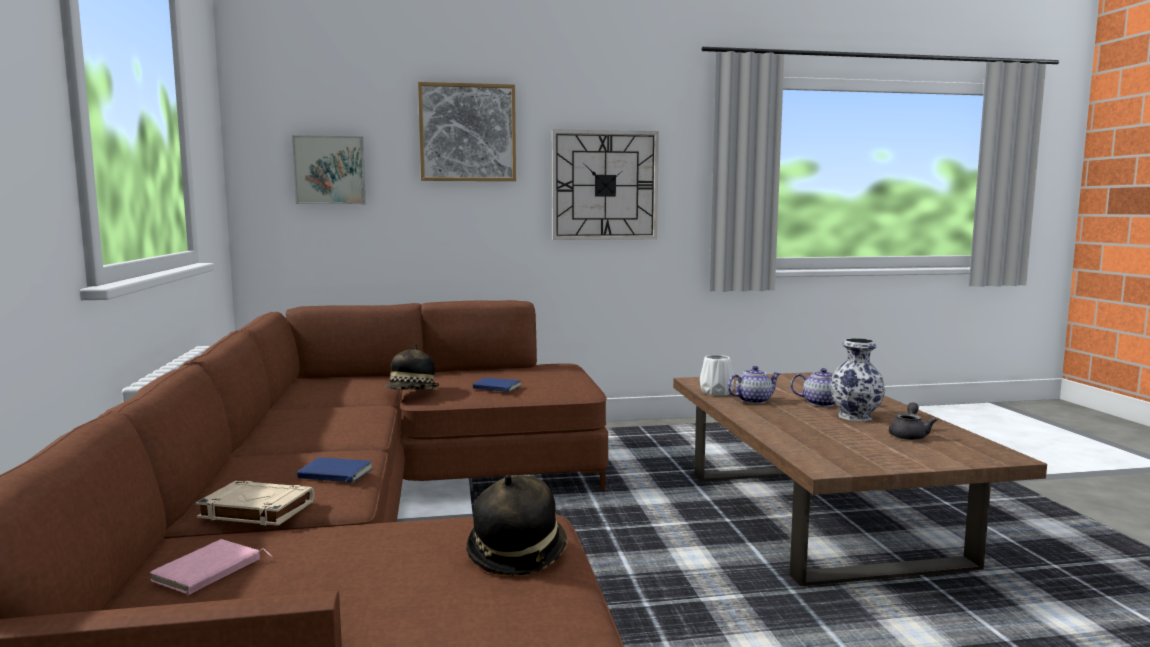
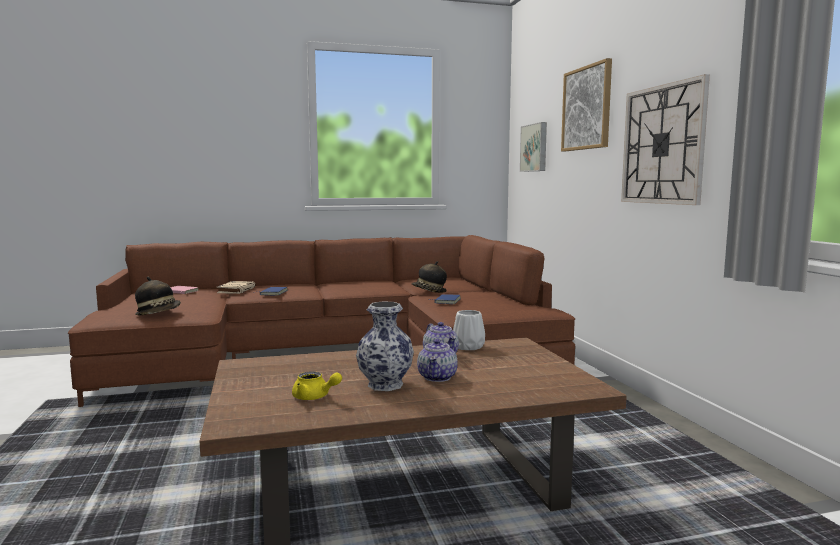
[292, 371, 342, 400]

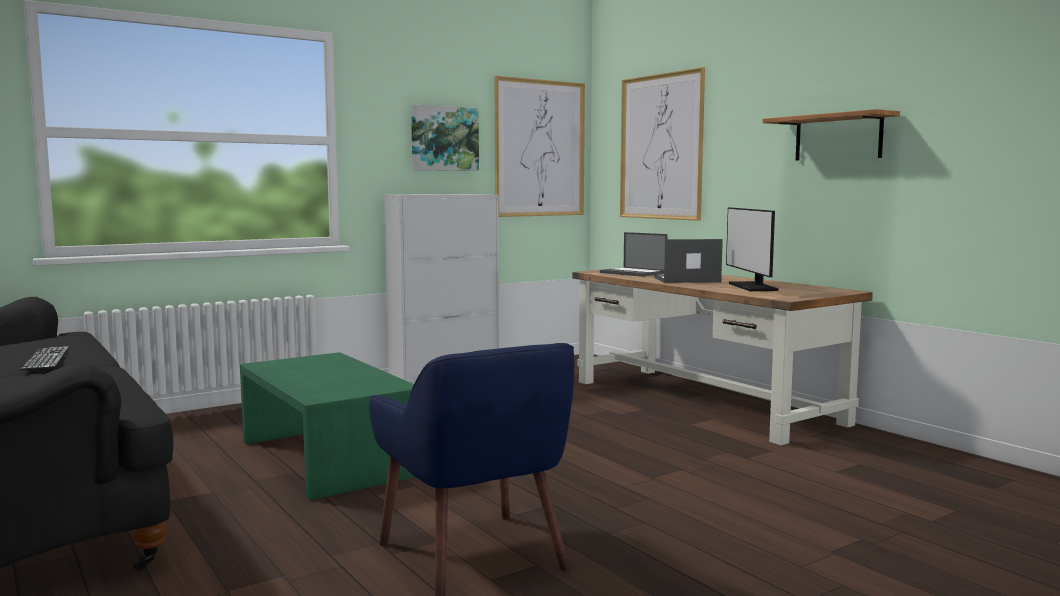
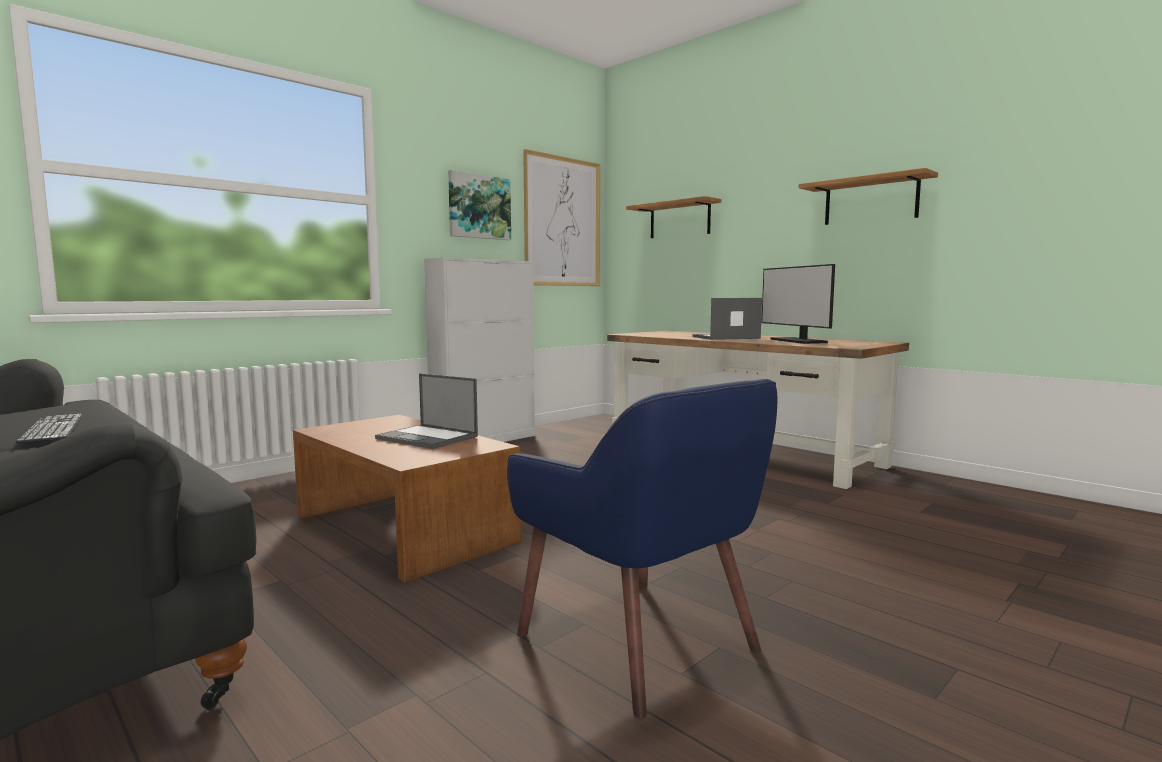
[293, 415, 521, 582]
[375, 373, 478, 449]
[626, 196, 721, 238]

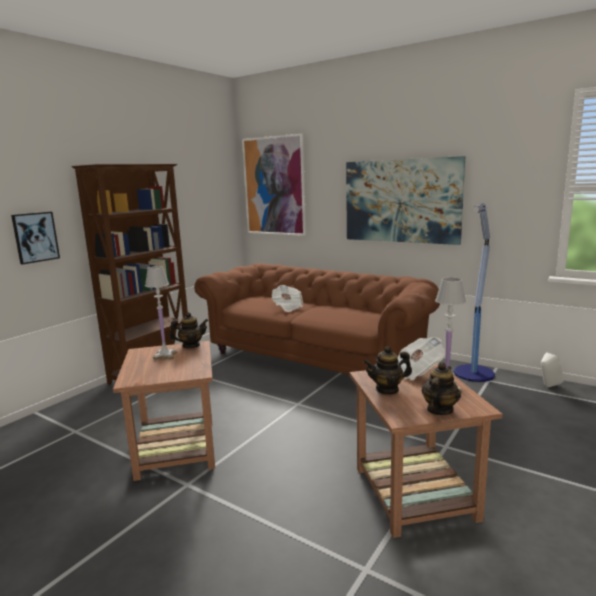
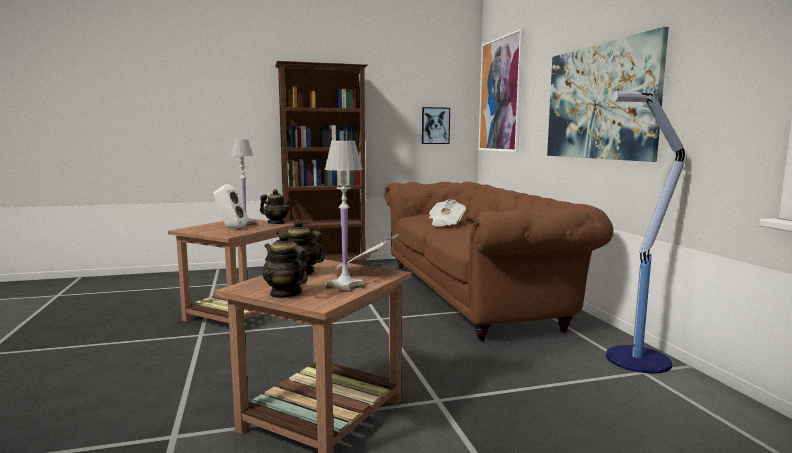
[422, 107, 450, 144]
[263, 232, 308, 298]
[213, 184, 247, 229]

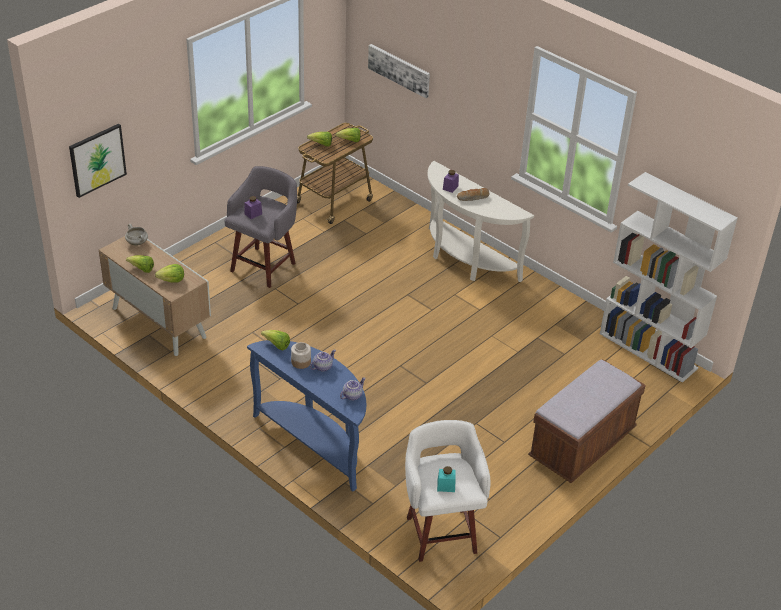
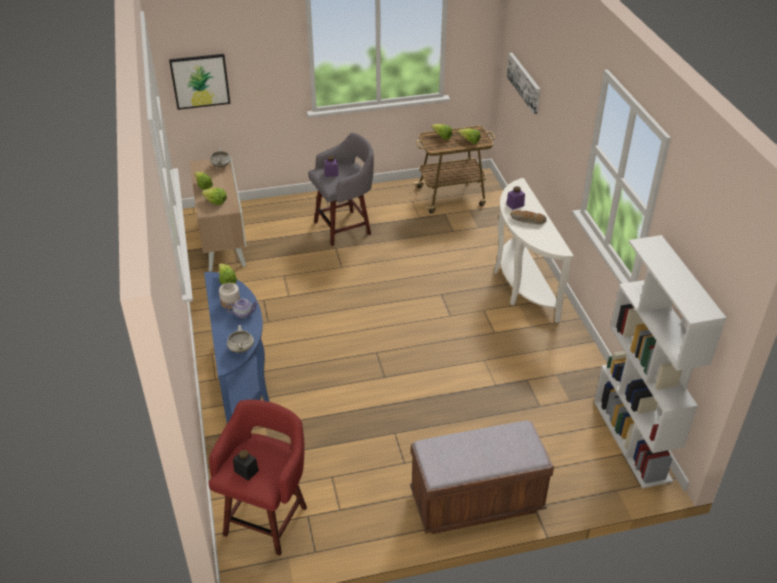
[227, 325, 254, 353]
[208, 400, 307, 556]
[233, 450, 259, 481]

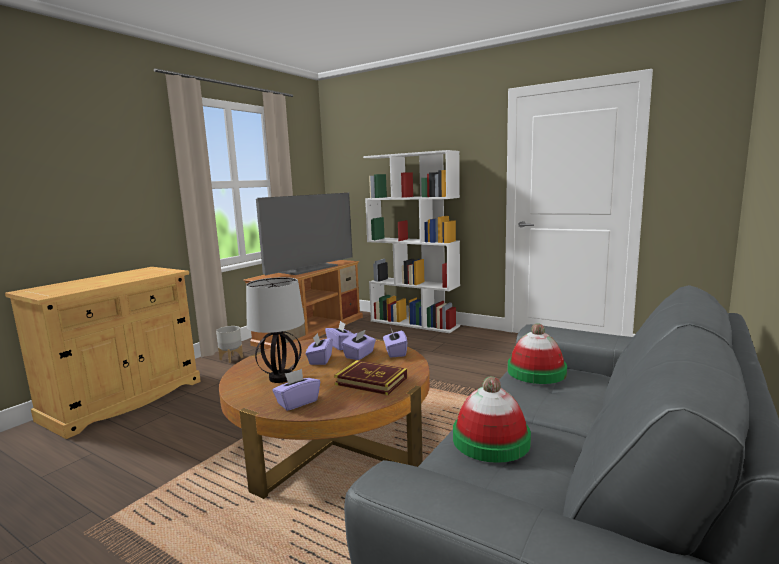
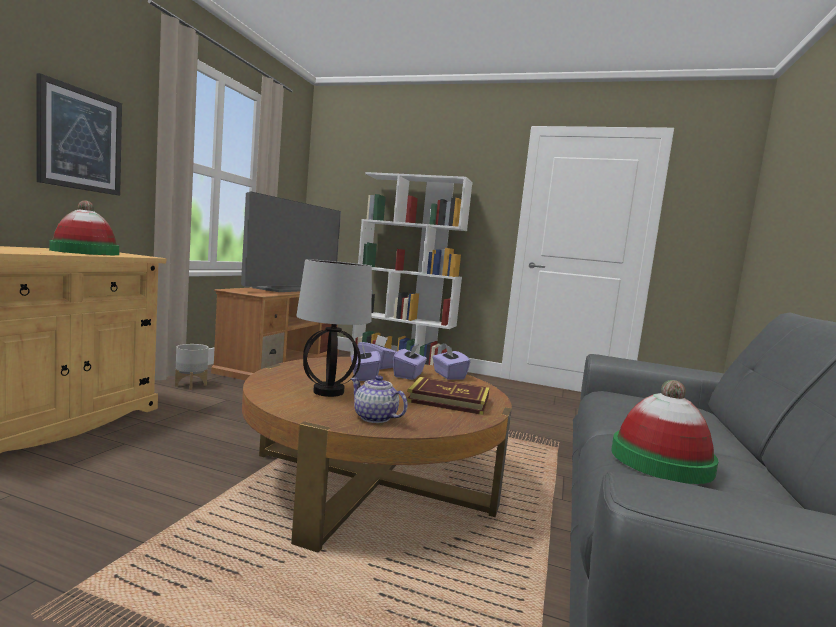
[351, 375, 408, 423]
[49, 201, 119, 255]
[37, 73, 122, 196]

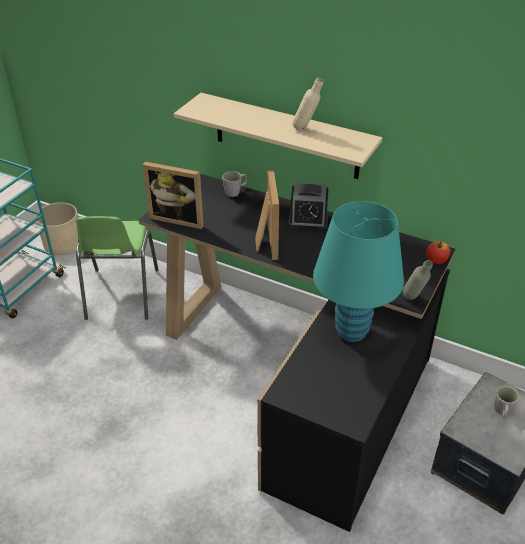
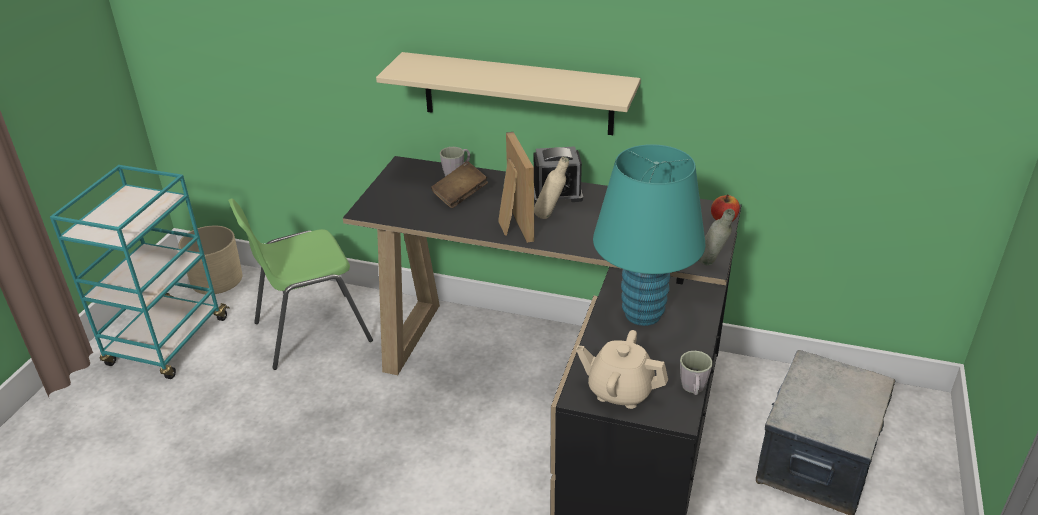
[228, 198, 373, 370]
[143, 162, 204, 229] (first image)
[534, 157, 569, 219]
[680, 351, 713, 395]
[431, 161, 488, 208]
[576, 330, 668, 409]

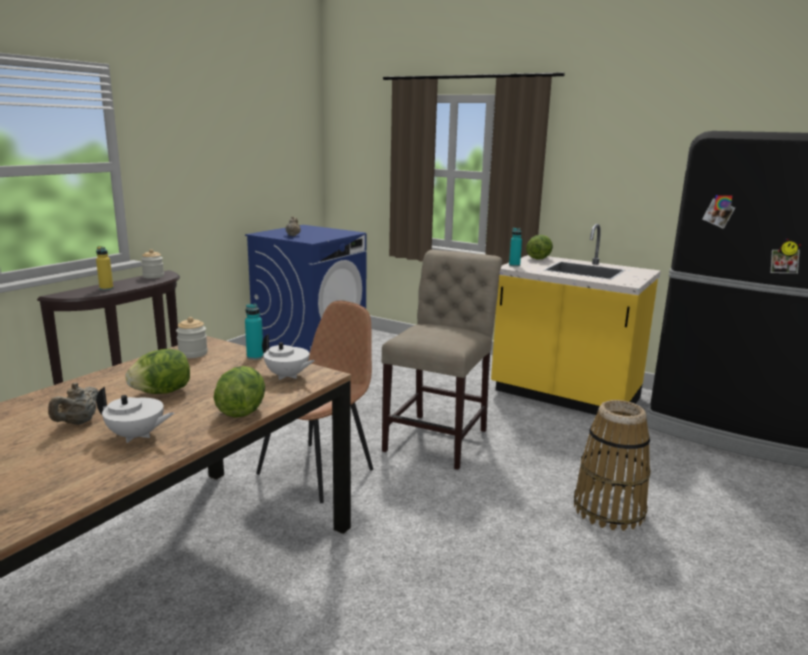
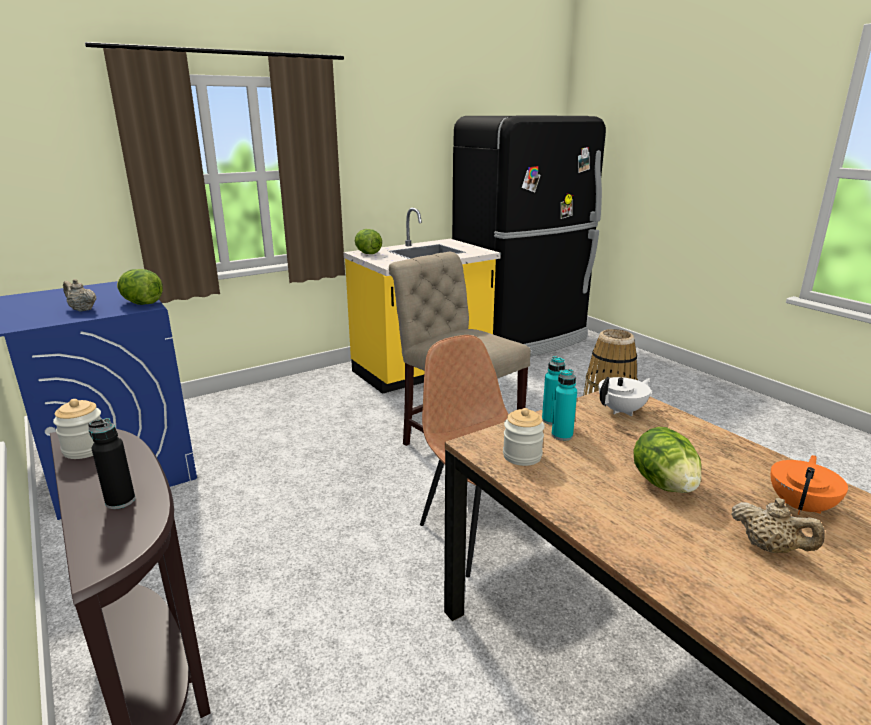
[88, 418, 135, 509]
[770, 455, 848, 515]
[117, 269, 163, 305]
[552, 369, 577, 441]

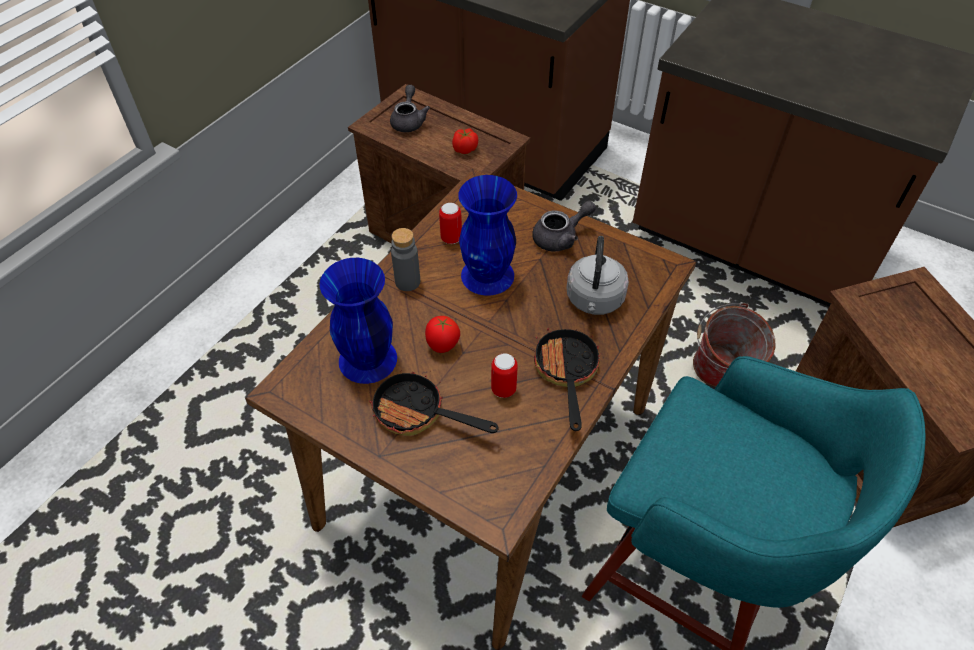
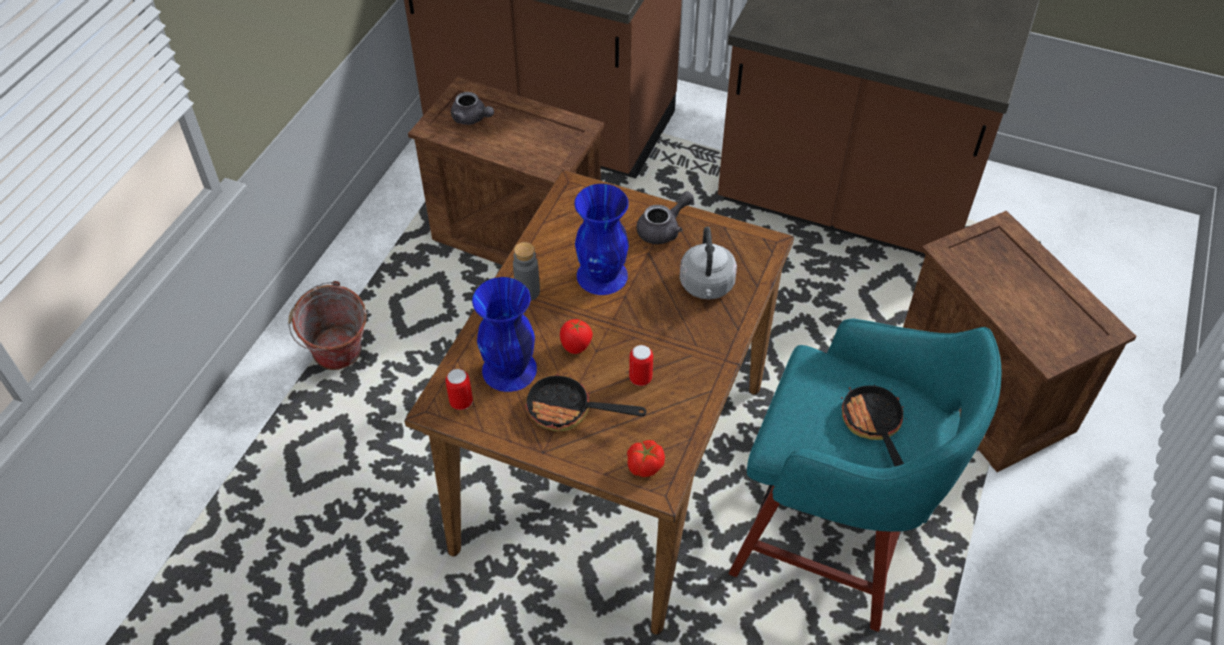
[451, 92, 494, 125]
[445, 369, 473, 410]
[627, 440, 665, 477]
[841, 385, 907, 466]
[288, 281, 367, 370]

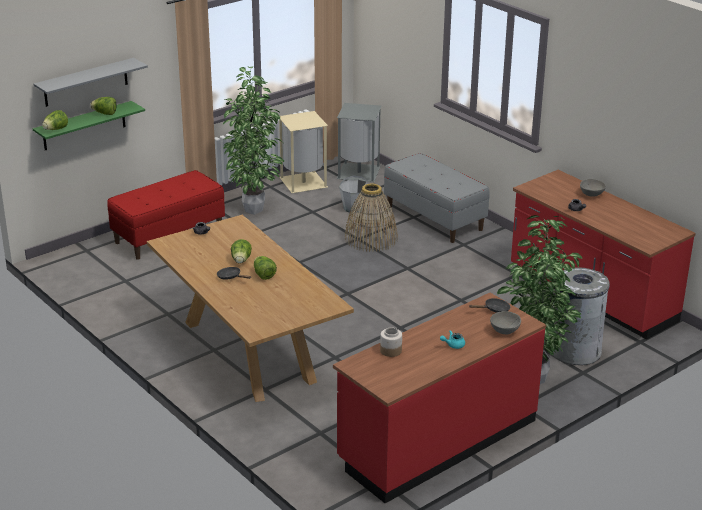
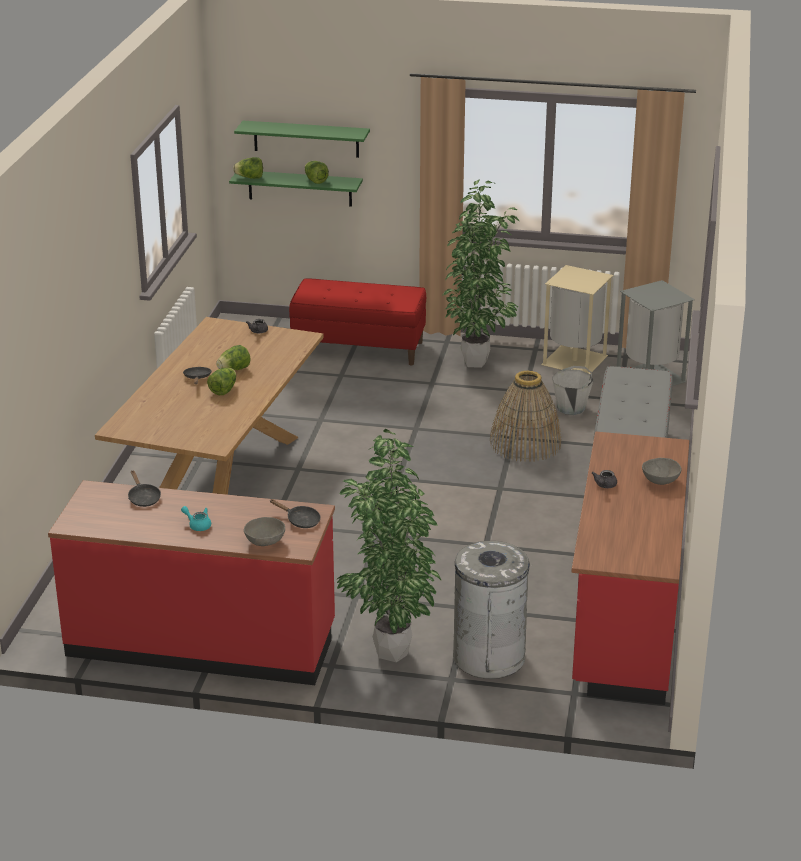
[234, 121, 370, 158]
[128, 470, 161, 507]

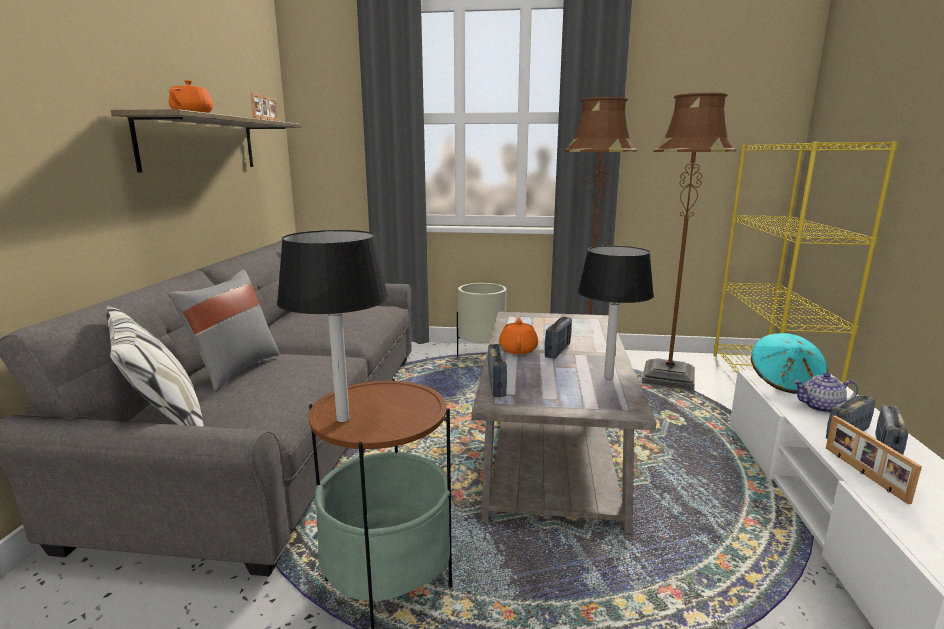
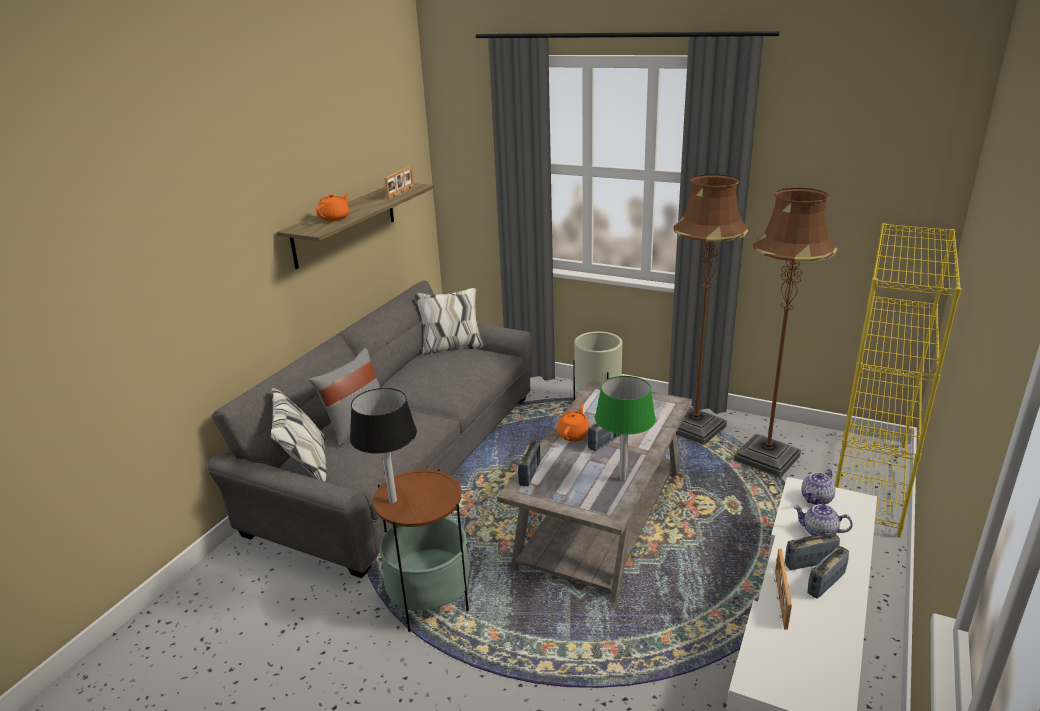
[595, 376, 656, 481]
[801, 469, 836, 505]

